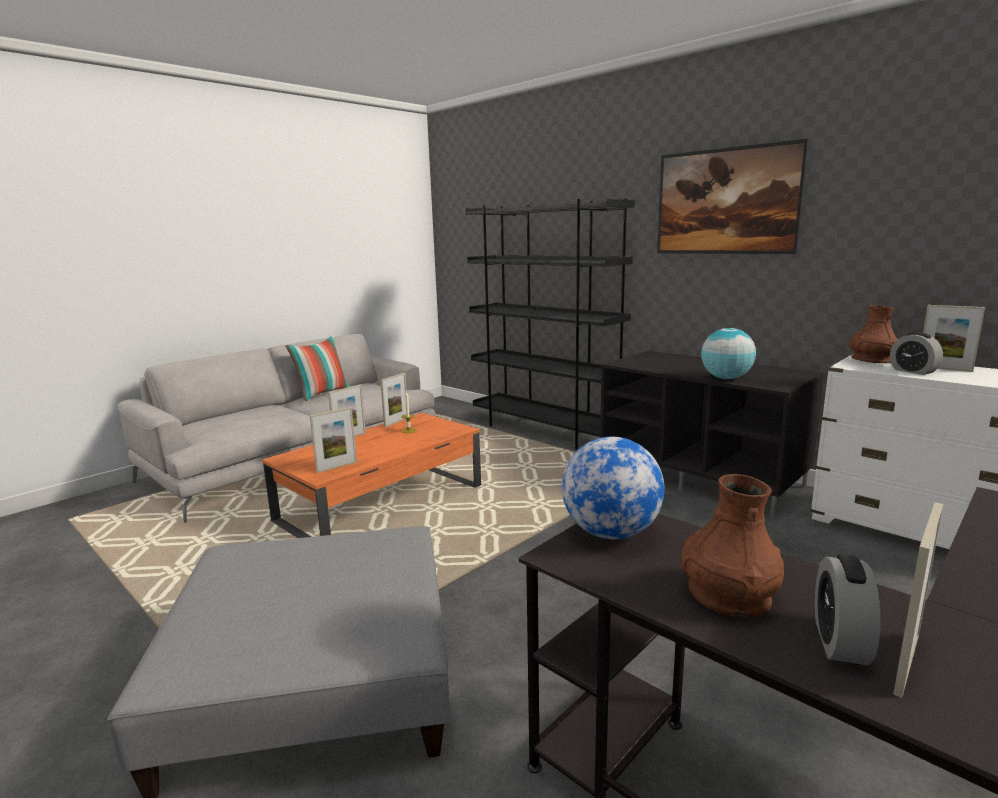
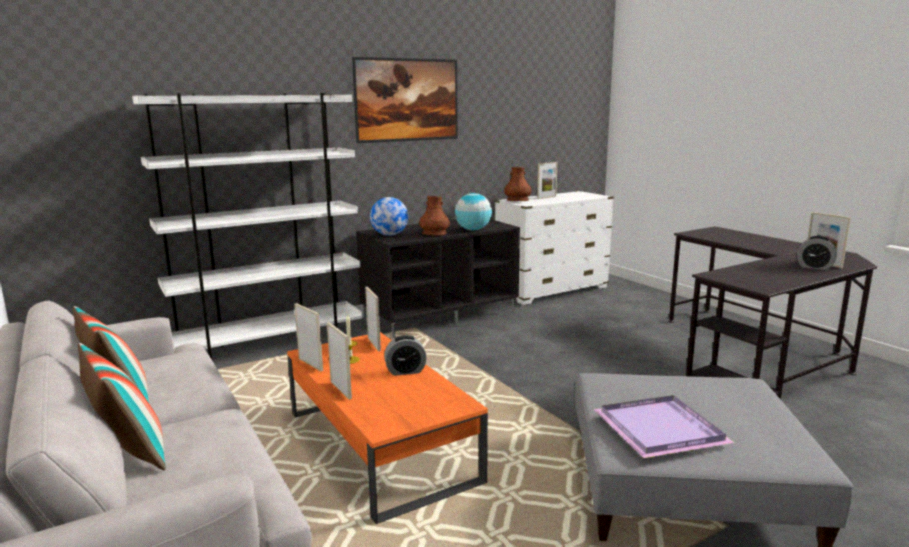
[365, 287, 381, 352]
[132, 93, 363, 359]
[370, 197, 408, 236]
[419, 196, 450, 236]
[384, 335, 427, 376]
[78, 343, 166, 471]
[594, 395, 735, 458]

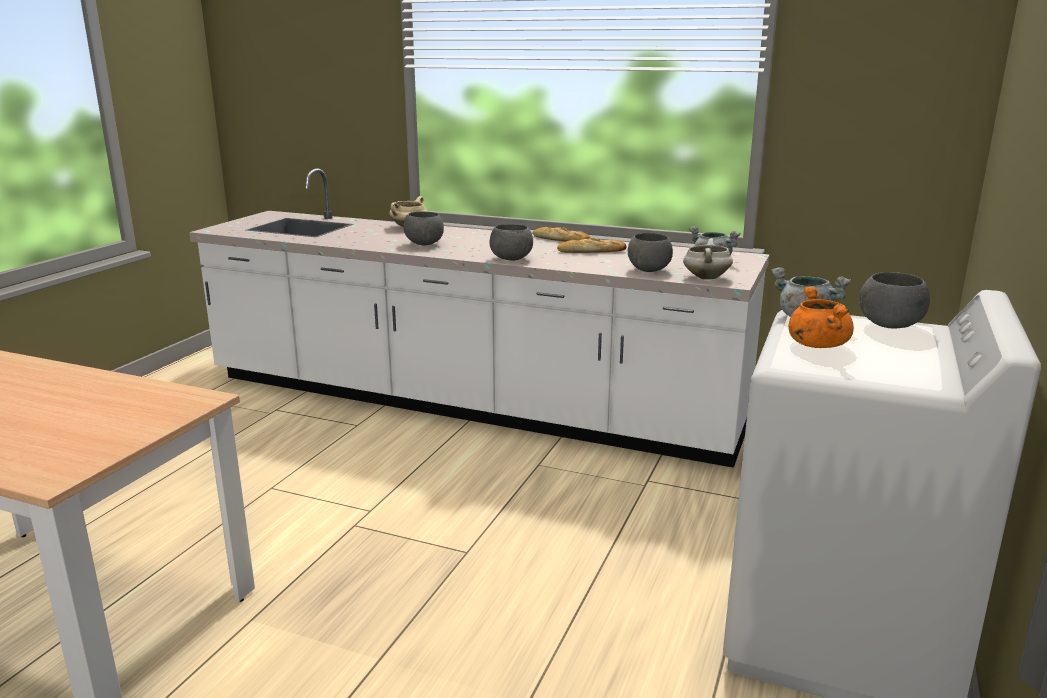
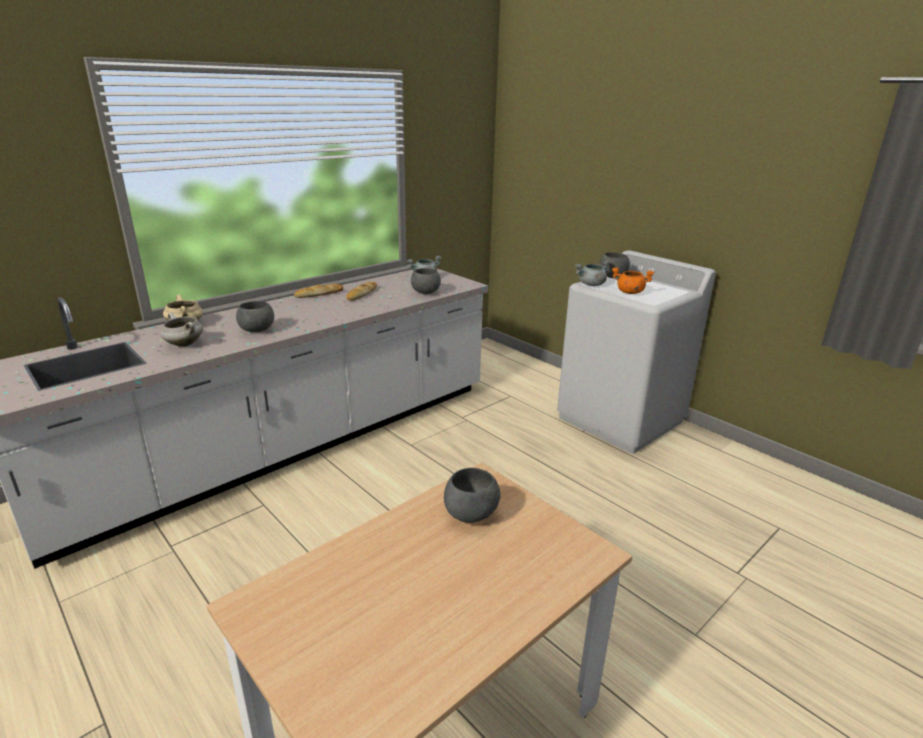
[444, 468, 501, 523]
[161, 313, 203, 347]

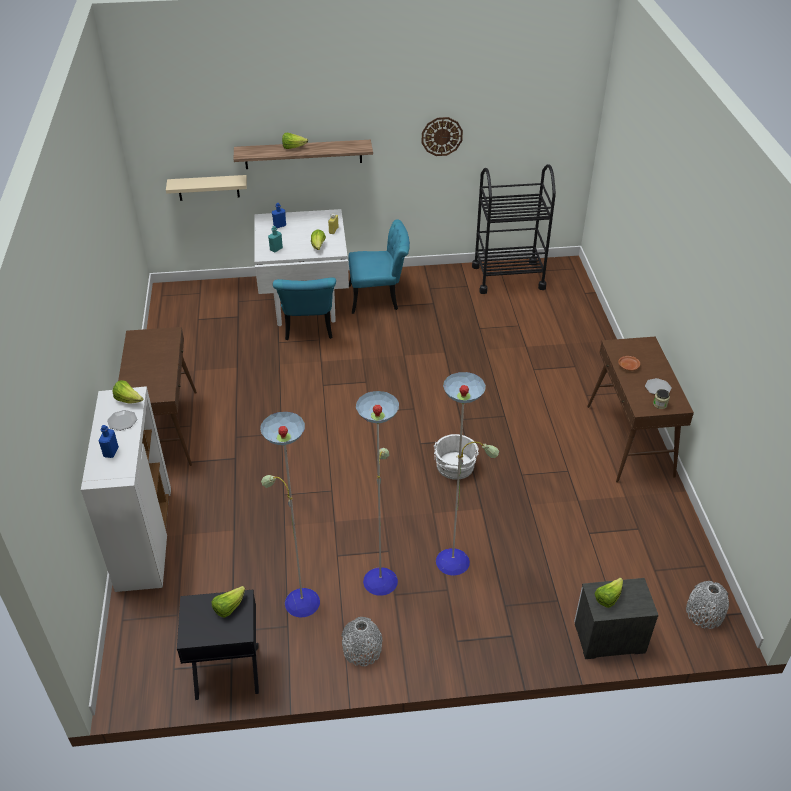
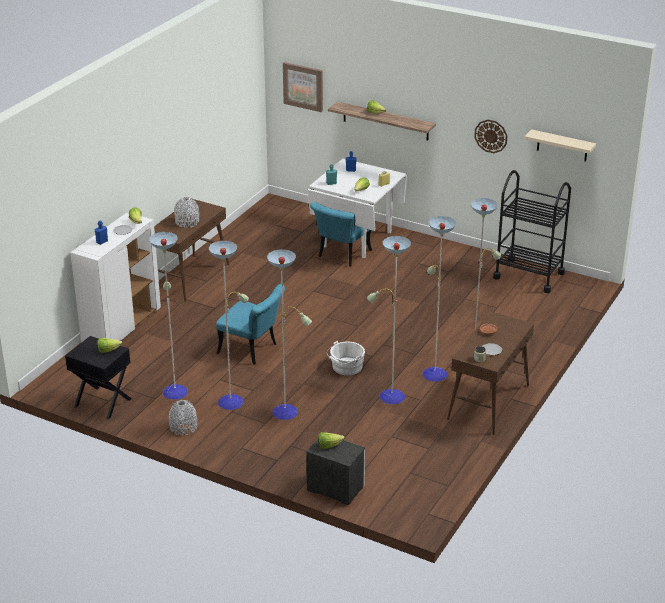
[524, 129, 596, 161]
[216, 284, 285, 365]
[174, 197, 199, 228]
[283, 62, 323, 112]
[367, 198, 501, 404]

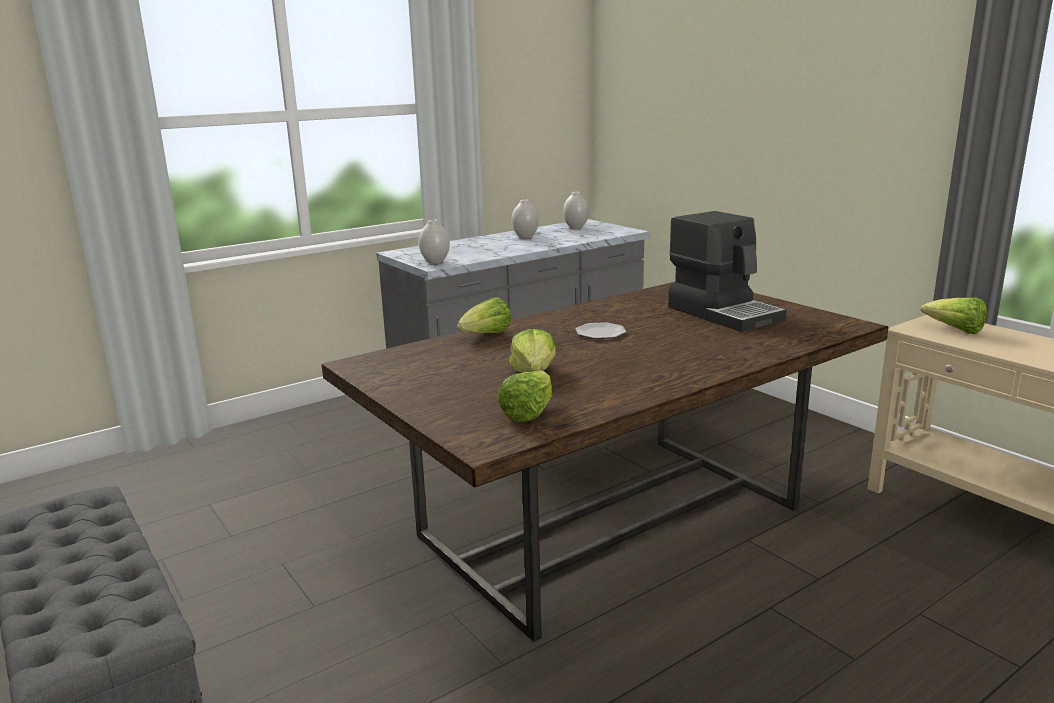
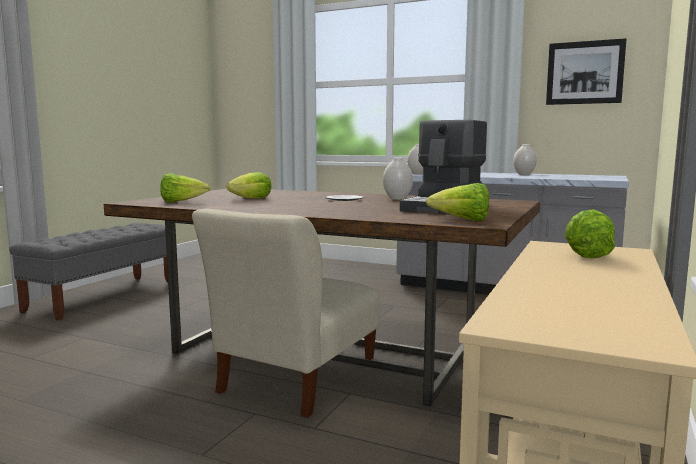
[426, 183, 489, 221]
[383, 158, 413, 200]
[192, 209, 379, 418]
[546, 38, 626, 105]

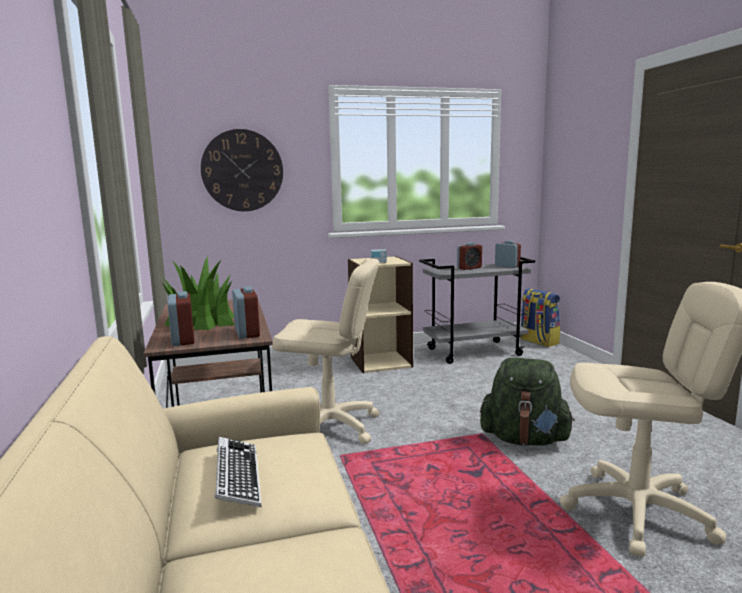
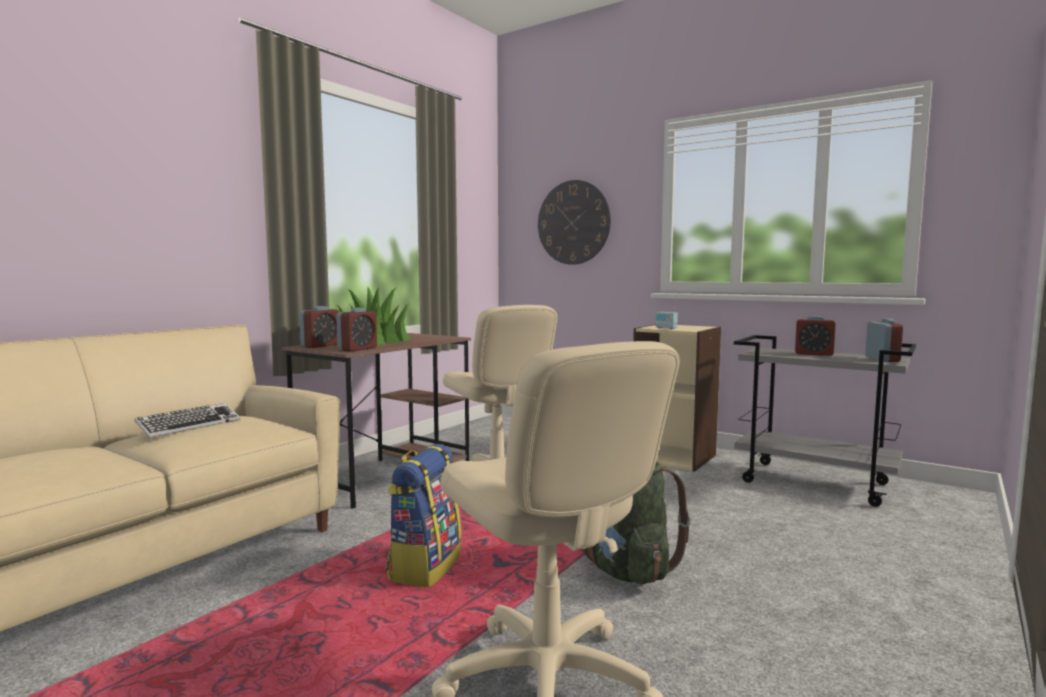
[386, 444, 461, 587]

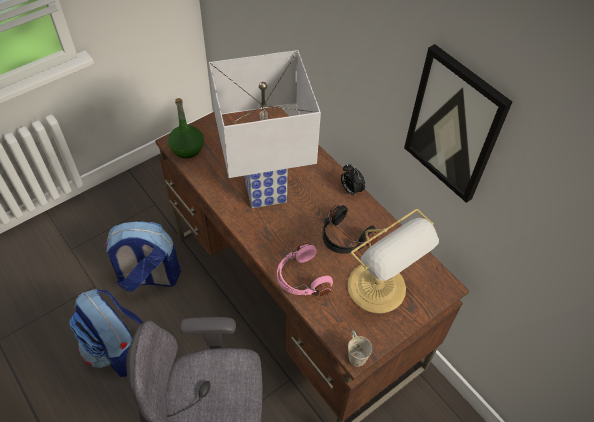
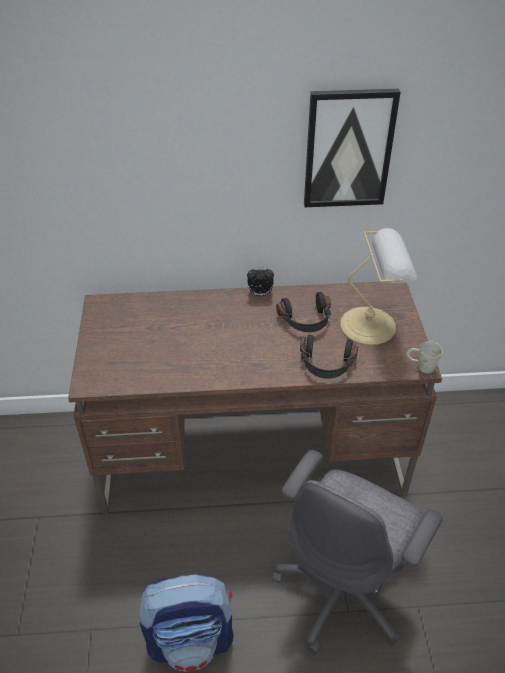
[104, 221, 181, 292] (first image)
[168, 98, 204, 158] (first image)
[209, 50, 321, 208] (first image)
[300, 335, 358, 379]

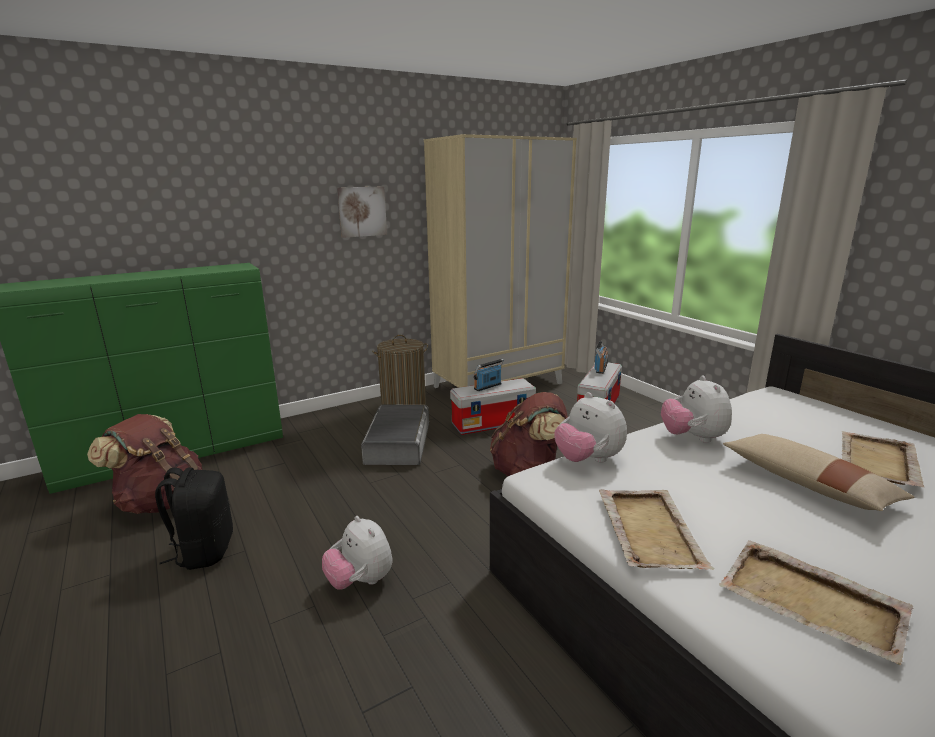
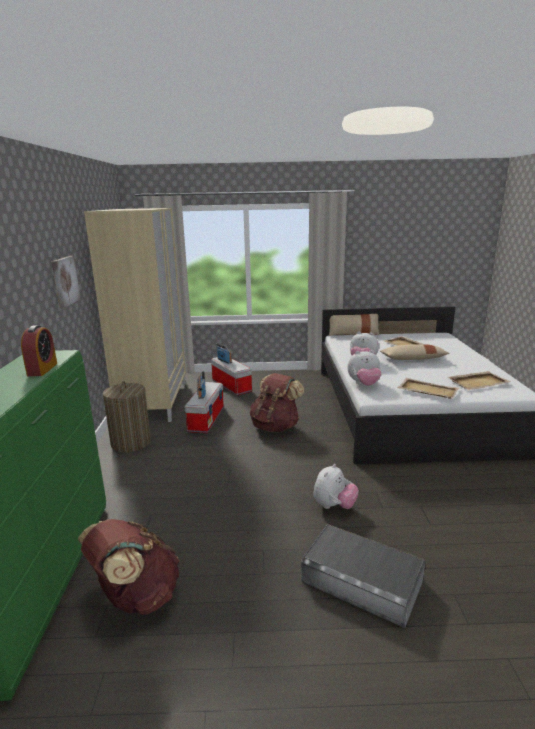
[155, 467, 233, 570] (first image)
[313, 464, 359, 509]
[301, 524, 425, 628]
[21, 325, 57, 376]
[329, 314, 380, 336]

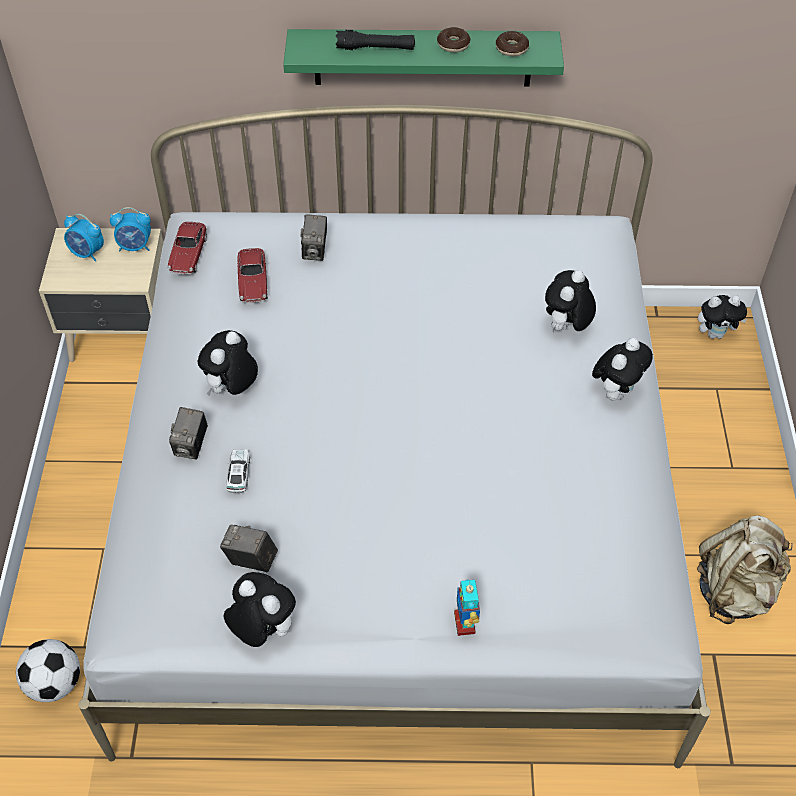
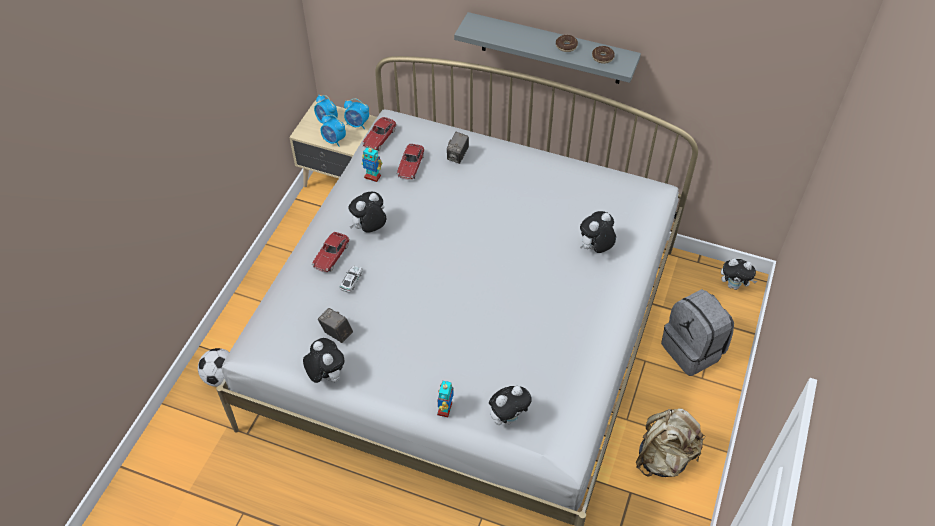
[312, 232, 350, 273]
[454, 12, 641, 84]
[336, 30, 415, 50] (first image)
[489, 386, 532, 425]
[320, 115, 346, 147]
[362, 146, 382, 182]
[661, 289, 734, 376]

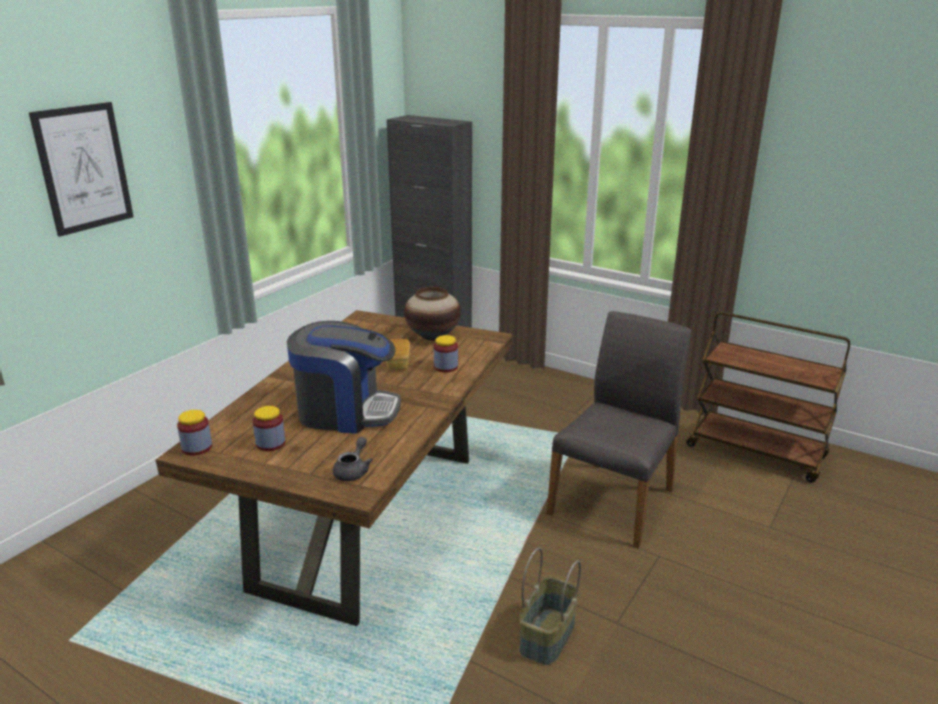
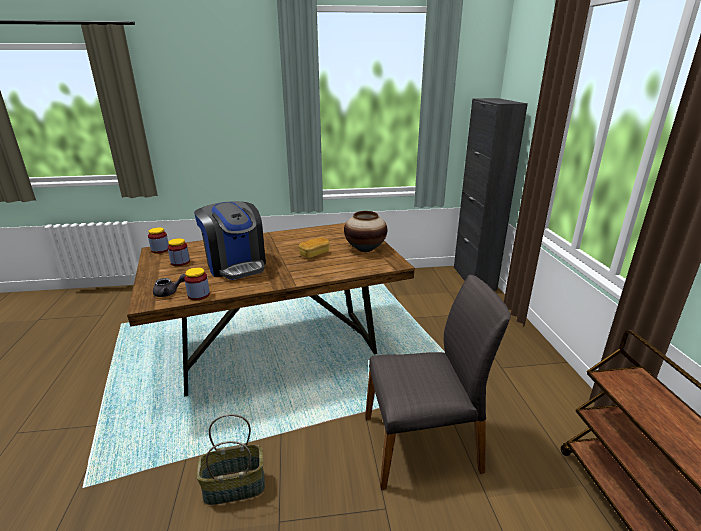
[29, 102, 134, 237] (first image)
[184, 268, 210, 300]

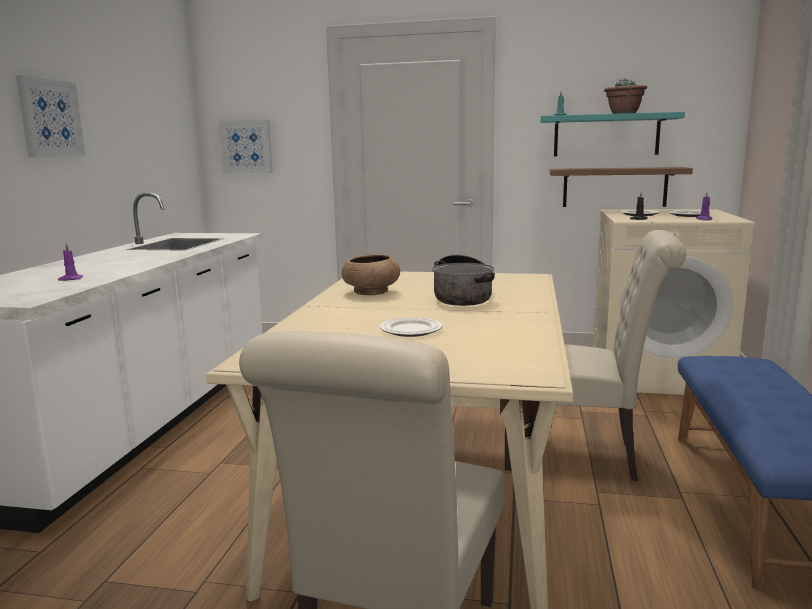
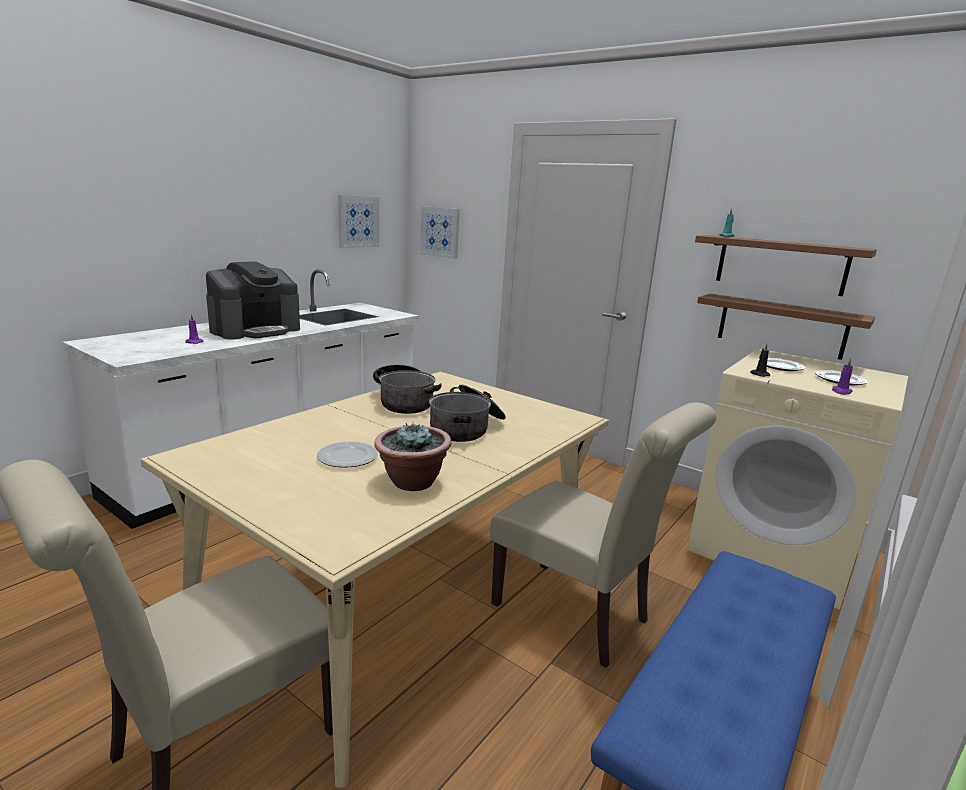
[338, 195, 379, 248]
[373, 364, 442, 414]
[695, 235, 877, 296]
[374, 422, 451, 491]
[206, 262, 300, 339]

